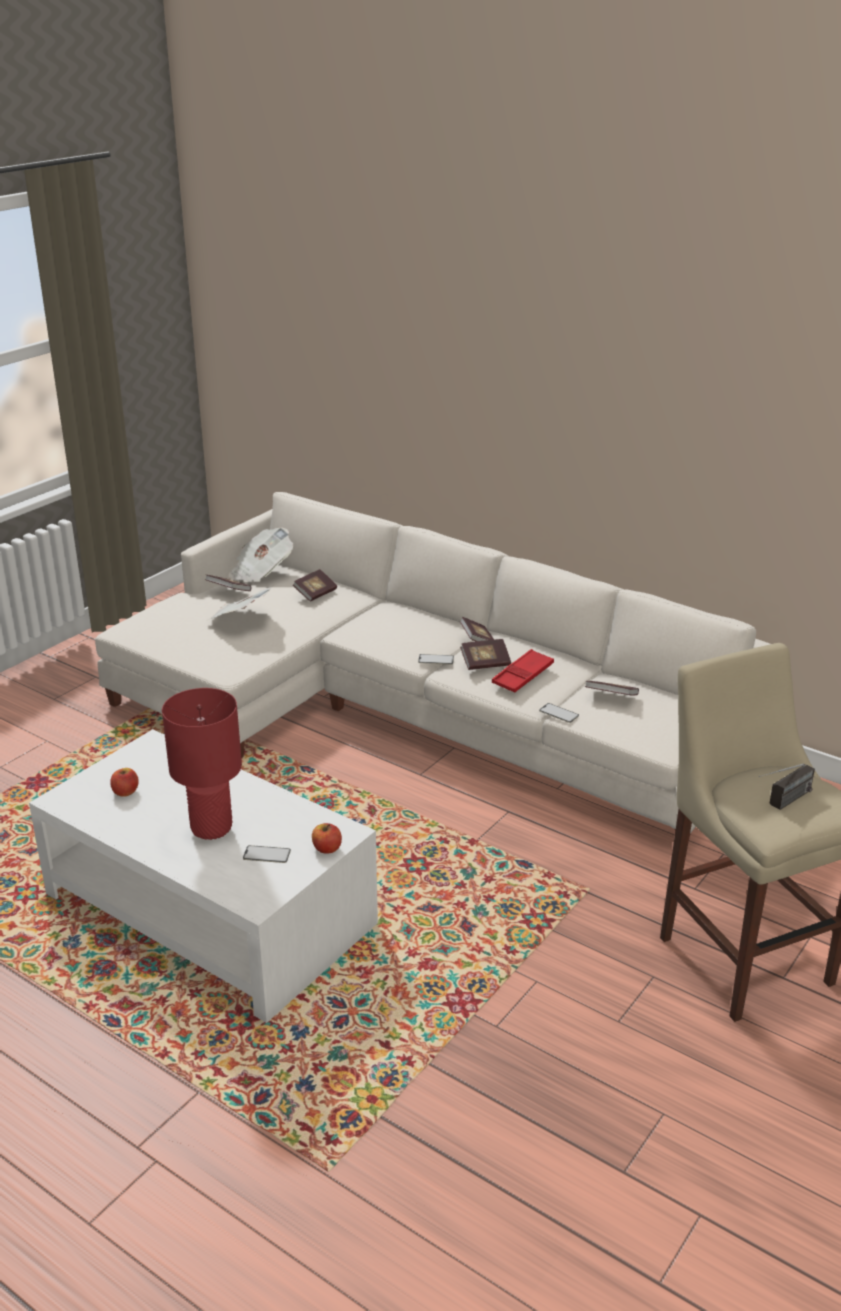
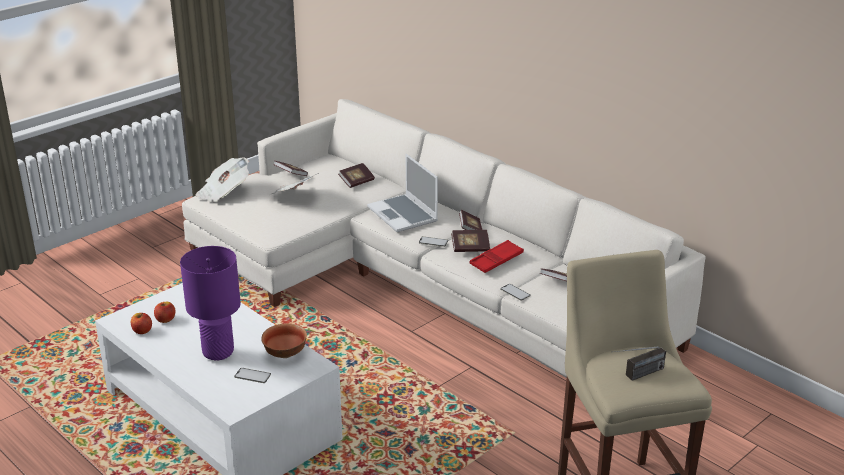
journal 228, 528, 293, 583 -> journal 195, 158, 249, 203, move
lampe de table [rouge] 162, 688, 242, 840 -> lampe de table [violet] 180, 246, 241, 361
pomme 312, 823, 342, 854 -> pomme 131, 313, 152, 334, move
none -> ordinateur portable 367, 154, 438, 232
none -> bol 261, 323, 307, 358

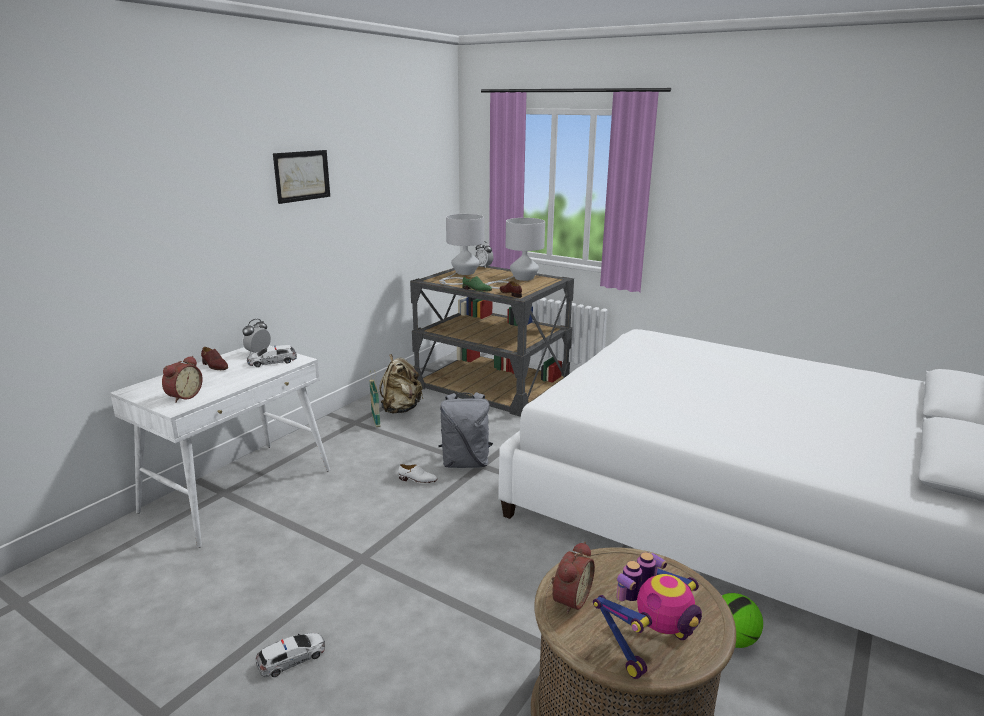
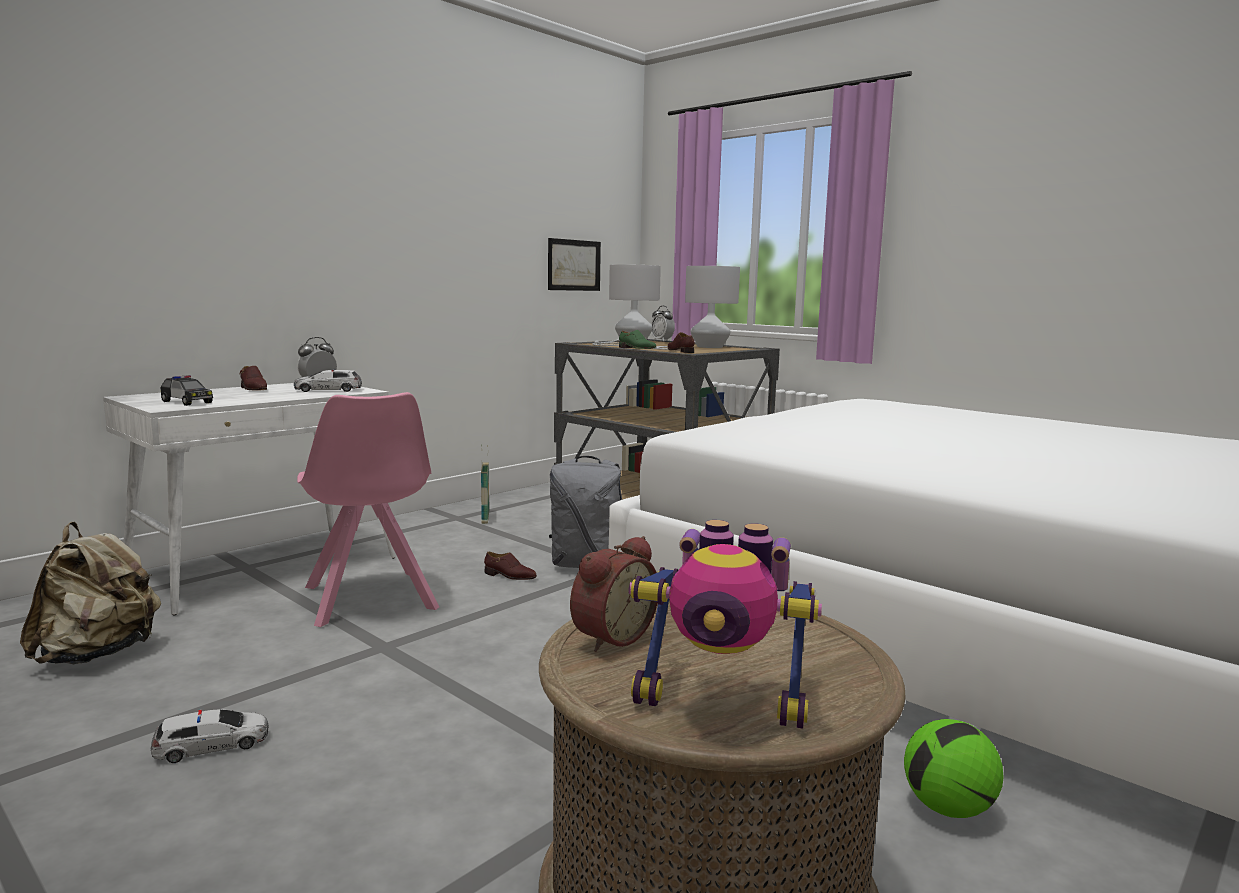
tableau 273, 150, 330, 204 -> tableau 548, 238, 601, 291, move
sac à dos [beige] 379, 354, 423, 413 -> sac à dos [beige] 20, 522, 161, 664, move
réveil 162, 356, 202, 403 -> petite voiture 160, 375, 213, 406
chaussure [blanc] 398, 464, 437, 484 -> chaussure [marron] 484, 552, 537, 580
robot jouet 593, 552, 702, 679 -> robot jouet 629, 520, 822, 729, 45 degrees clockwise
none -> chaise [rose] 297, 392, 439, 627

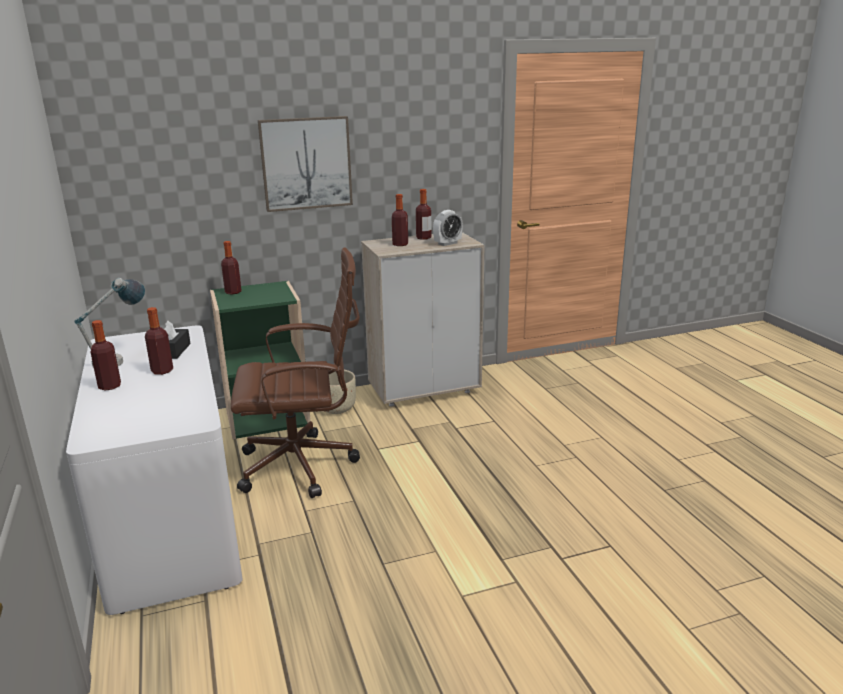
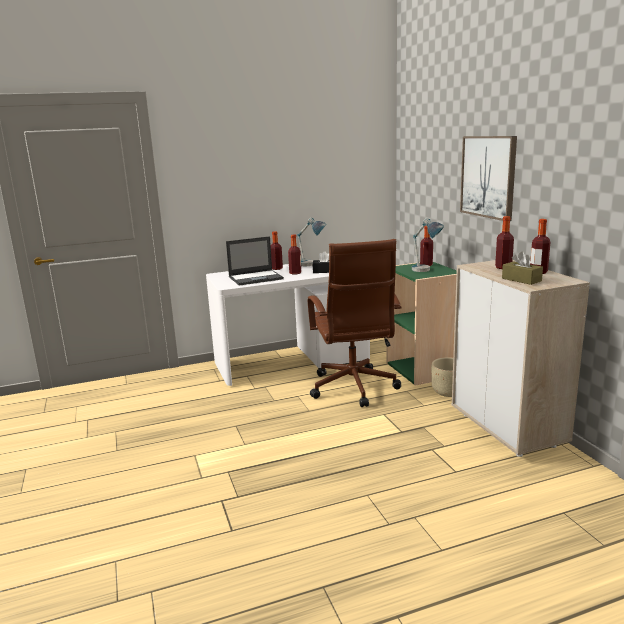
réveil 433, 210, 463, 246 -> boîte à mouchoirs [marron] 502, 252, 543, 285
none -> lampe de table 412, 218, 444, 272
none -> ordinateur portable 226, 236, 284, 286

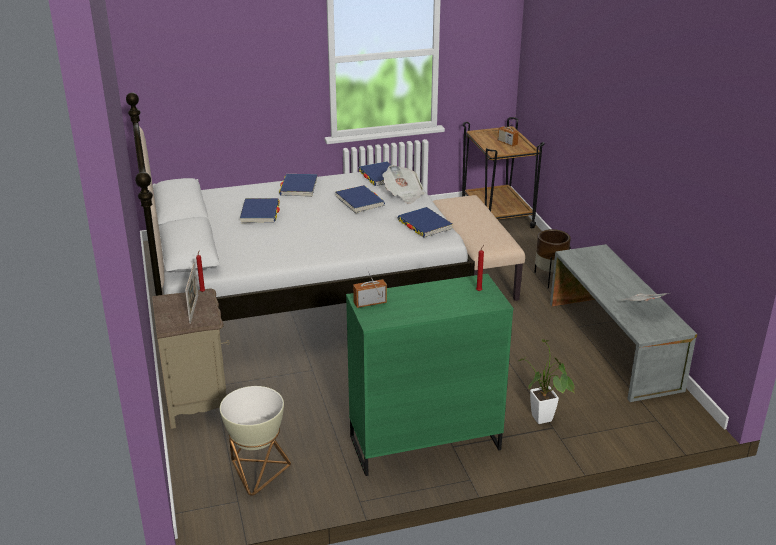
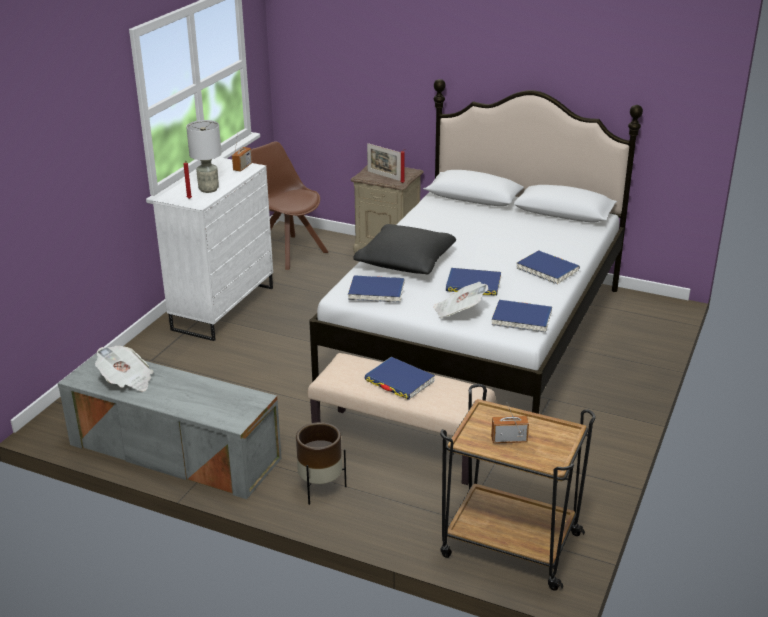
livre [bleu] 240, 198, 280, 224 -> livre [bleu] 364, 357, 435, 400, move
commode [vert] 346, 274, 513, 476 -> commode [blanc] 153, 158, 273, 341
plante en pot 518, 339, 574, 424 -> none
cache-pot 220, 386, 291, 496 -> chaise [marron] 251, 141, 328, 270
none -> lampe de table [gris] 186, 120, 222, 193
none -> coussin [noir] 353, 224, 456, 274

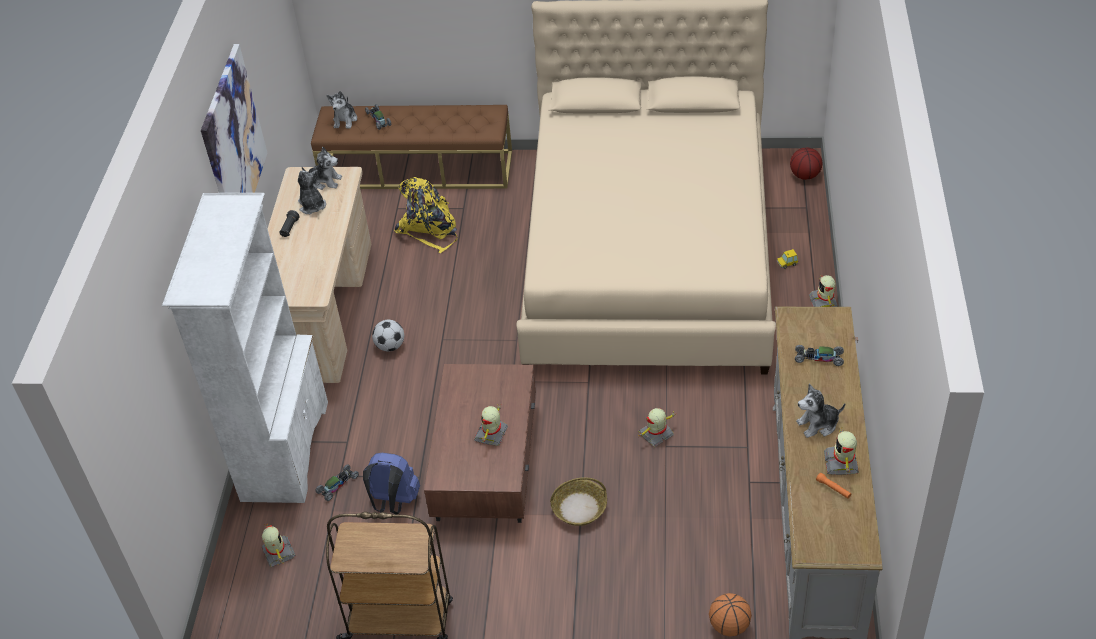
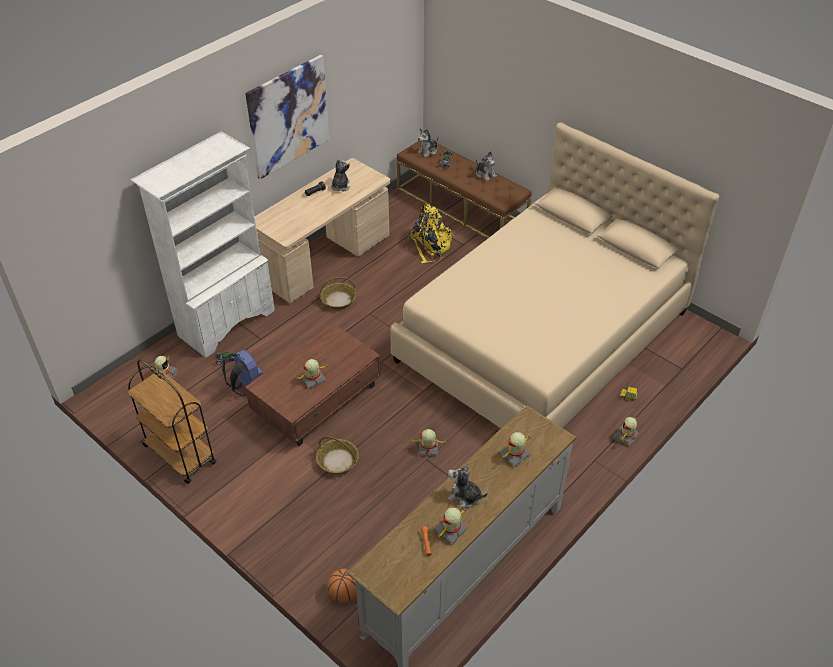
peluche 302, 147, 342, 190 -> peluche 476, 151, 497, 181, move
ballon de basket 790, 148, 822, 180 -> none
ballon de foot 372, 320, 404, 352 -> panier 320, 277, 356, 309
petite voiture 795, 345, 844, 366 -> robot jouet 498, 432, 531, 467

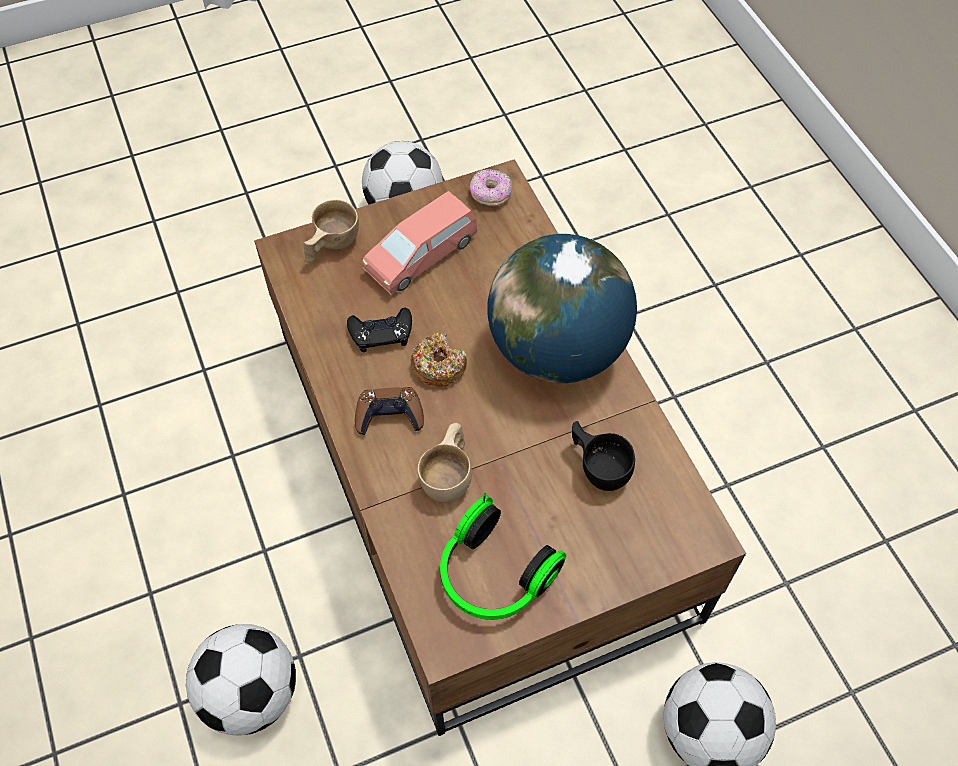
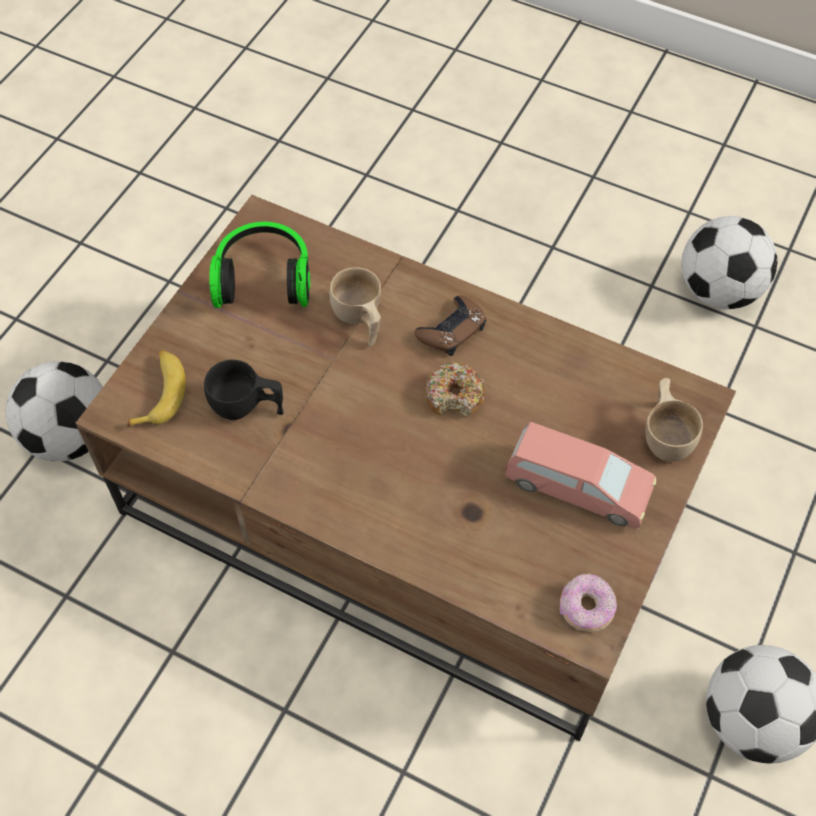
petite voiture [rose] 362, 191, 477, 295 -> petite voiture [rose] 505, 422, 657, 530, 105 degrees clockwise
globe 487, 234, 637, 383 -> none
manette [noir] 347, 307, 412, 352 -> none
ballon de foot 186, 624, 296, 736 -> ballon de foot 682, 216, 777, 309, move
none -> banane 127, 350, 186, 427

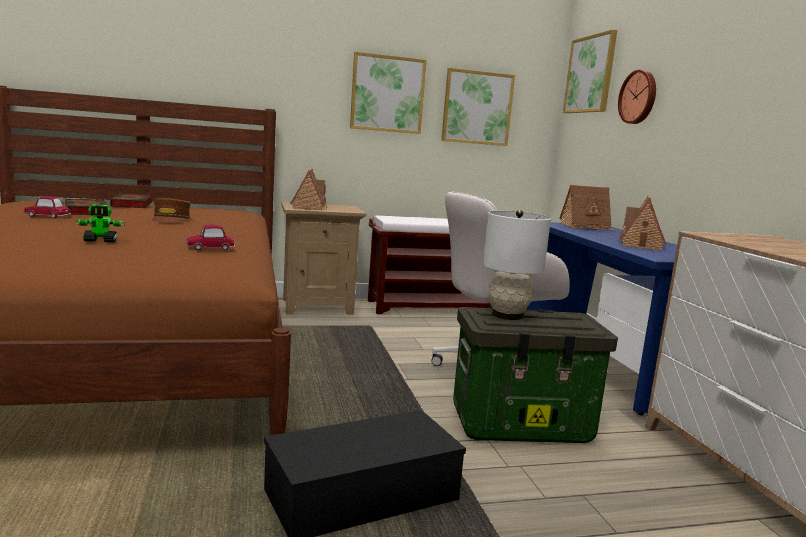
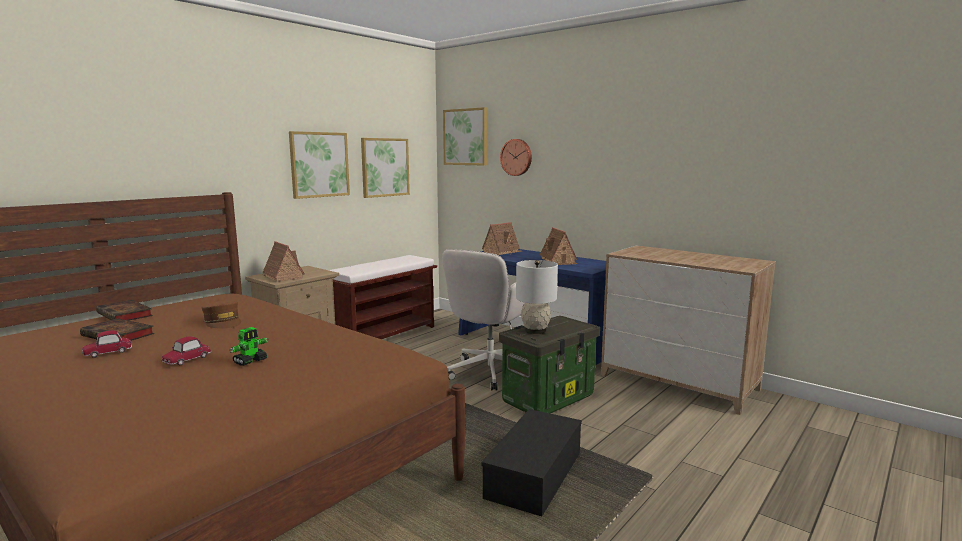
petite voiture 186, 225, 235, 250 -> petite voiture 161, 336, 211, 365, move

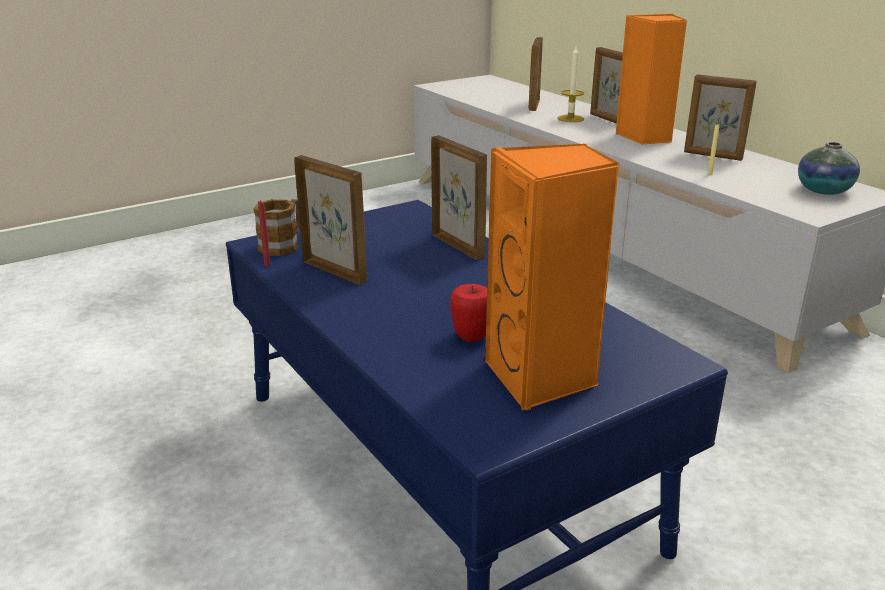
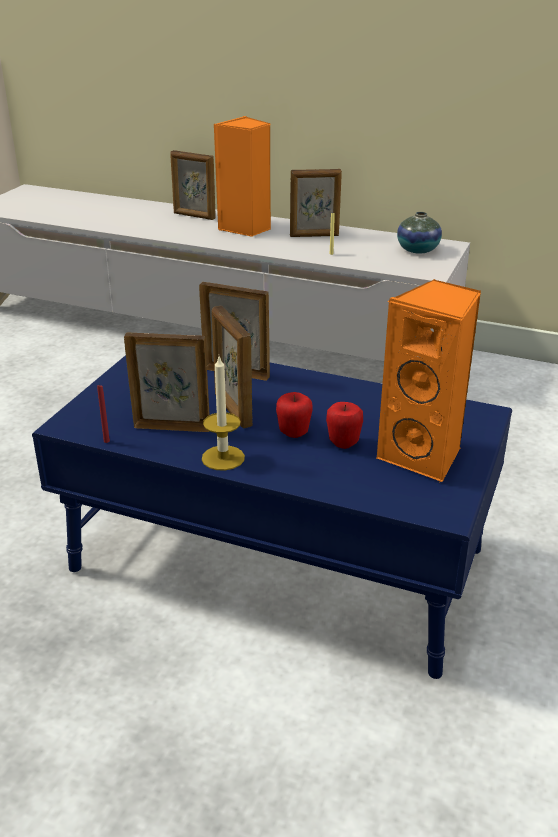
cadre photo 529, 37, 543, 111 -> cadre photo 212, 306, 252, 428, move
bougie 557, 47, 584, 122 -> bougie 202, 356, 245, 470, move
mug 253, 199, 300, 256 -> none
none -> pomme 276, 392, 313, 438

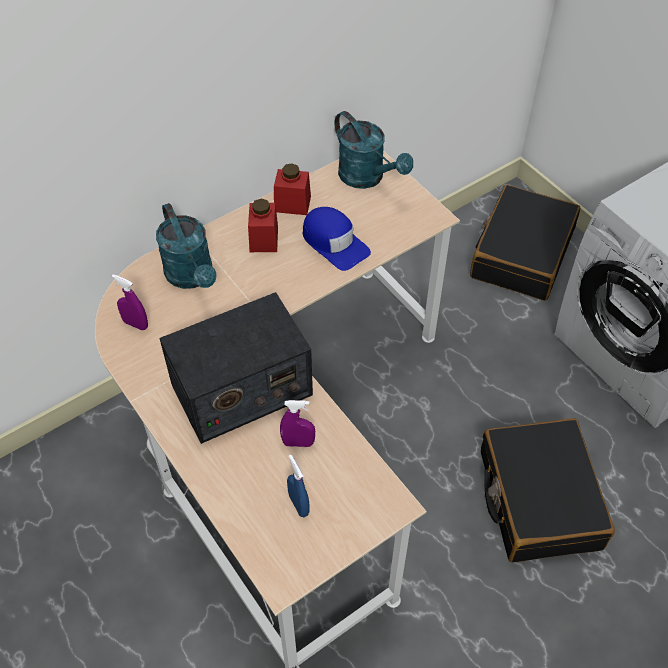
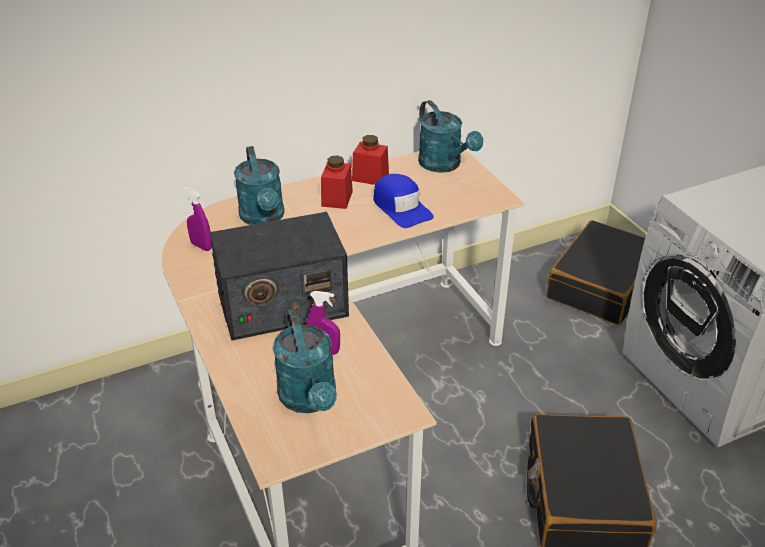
vaporisateur [bleu] 287, 455, 310, 517 -> arrosoir [turquoise] 273, 309, 337, 413

